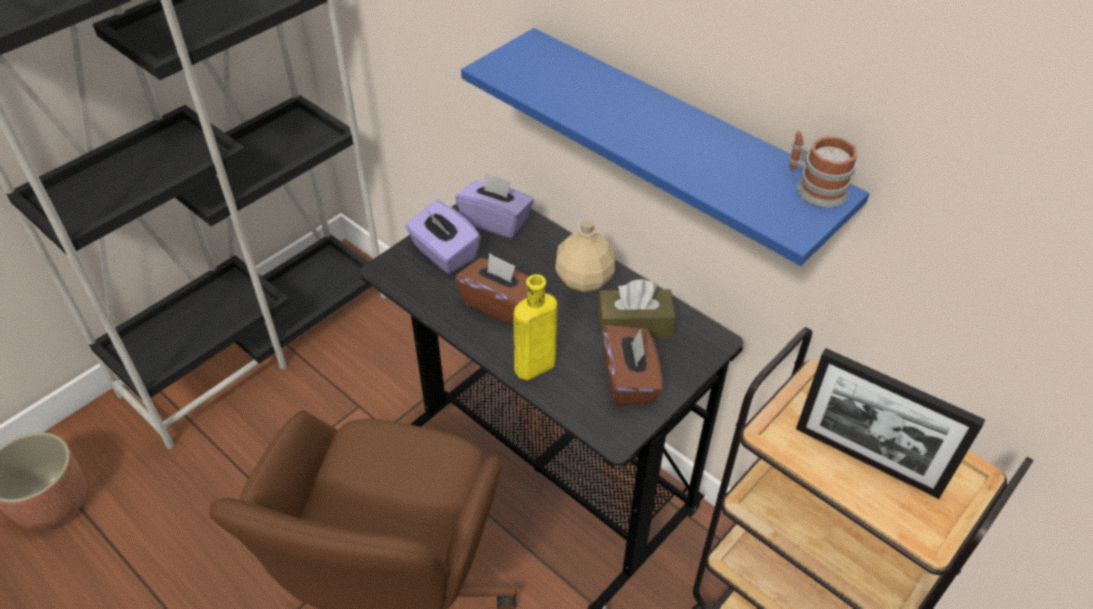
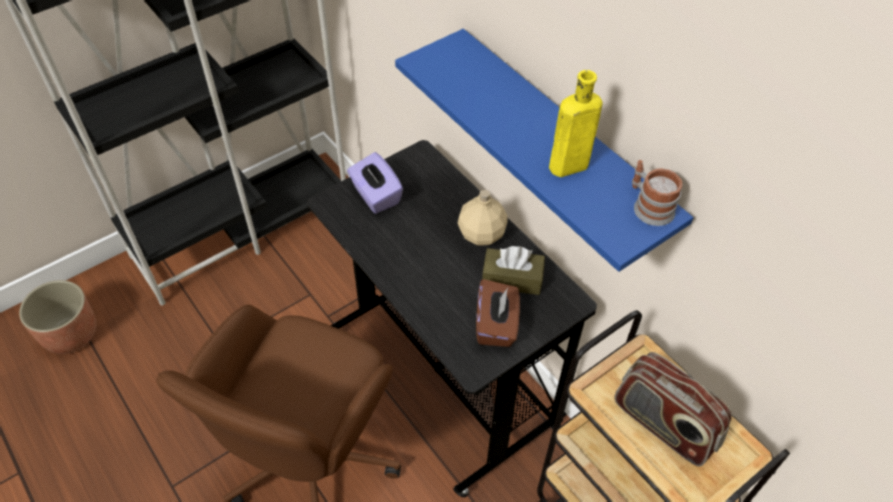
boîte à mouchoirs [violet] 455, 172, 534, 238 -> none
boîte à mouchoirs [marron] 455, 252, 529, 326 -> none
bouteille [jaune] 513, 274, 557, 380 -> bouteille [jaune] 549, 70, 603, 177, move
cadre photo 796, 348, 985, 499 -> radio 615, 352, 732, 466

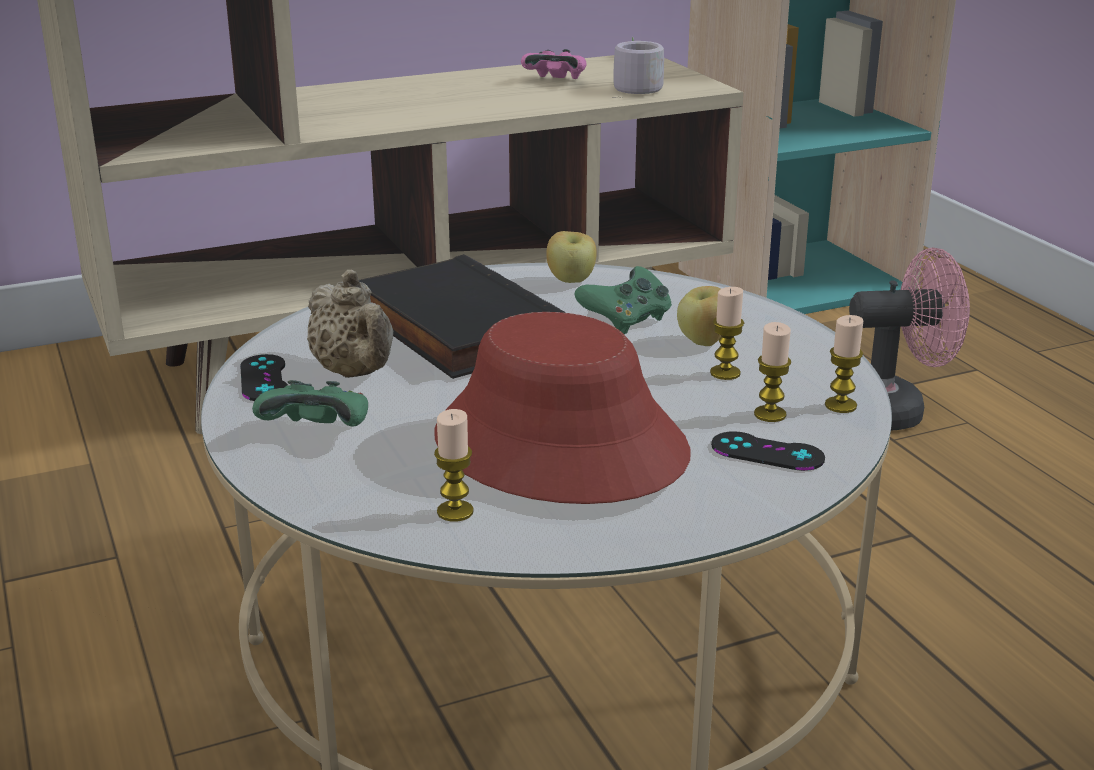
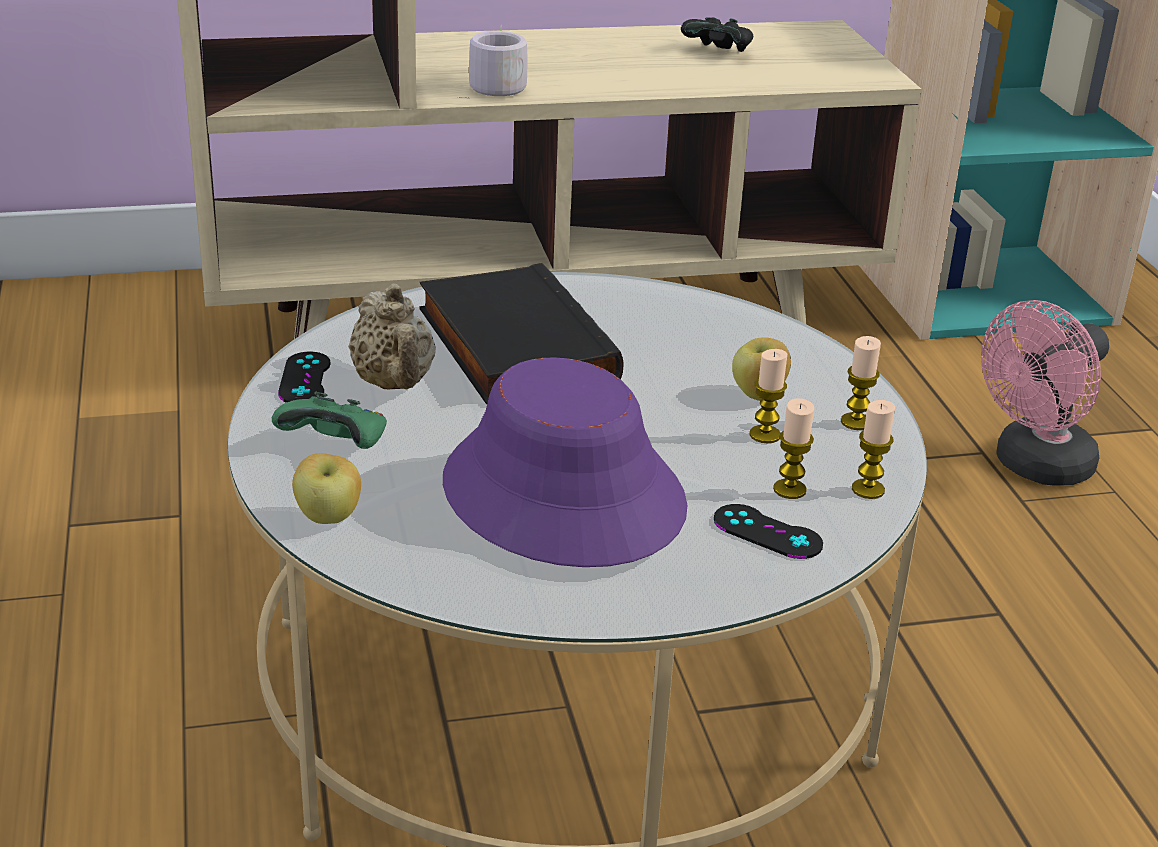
mug [gris] 612, 36, 664, 98 -> mug [gris] 458, 25, 527, 98, move
manette [rose] 521, 49, 586, 79 -> manette [noir] 681, 17, 753, 52
pomme 546, 231, 597, 283 -> pomme 292, 453, 361, 524, move
ventilateur [rose] 849, 248, 970, 431 -> ventilateur [rose] 981, 300, 1109, 485, 135 degrees clockwise
manette [vert] 575, 266, 672, 334 -> none
chapeau [rouge] 435, 312, 691, 504 -> chapeau [violet] 443, 357, 688, 567
bougie 434, 409, 474, 522 -> bougie 841, 336, 881, 430, move

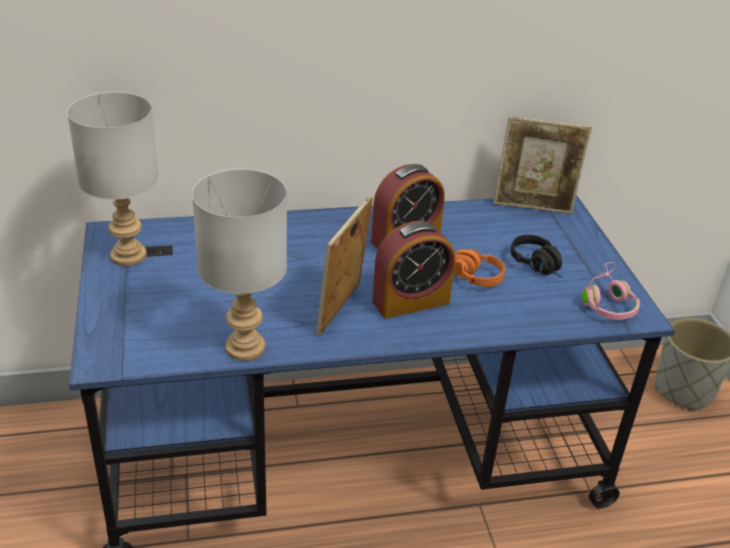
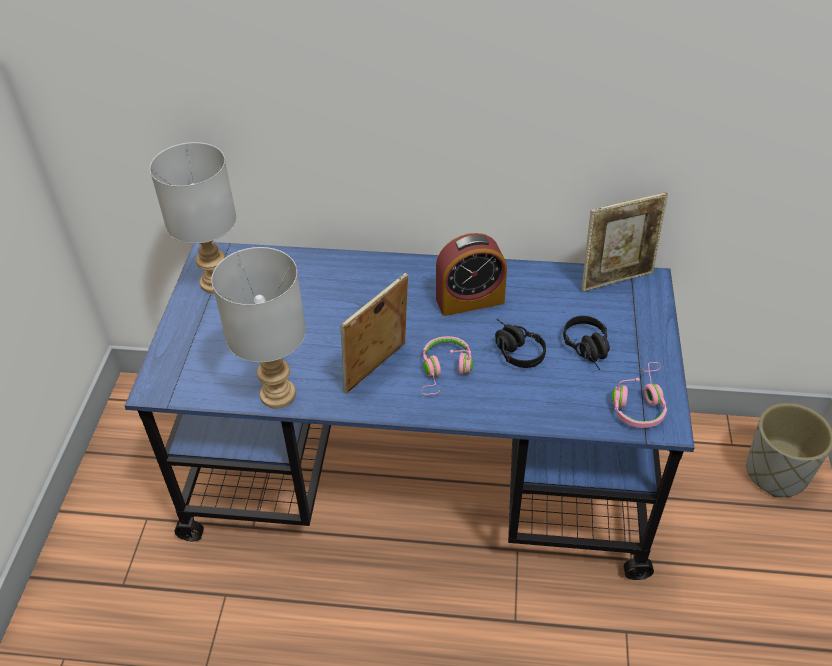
cadre photo 494, 116, 592, 214 -> cadre photo 581, 192, 668, 292, 45 degrees counterclockwise
réveil 372, 221, 455, 319 -> casque audio [rose] 421, 336, 473, 395
casque audio [orange] 454, 249, 505, 287 -> casque audio [noir] 495, 319, 546, 368

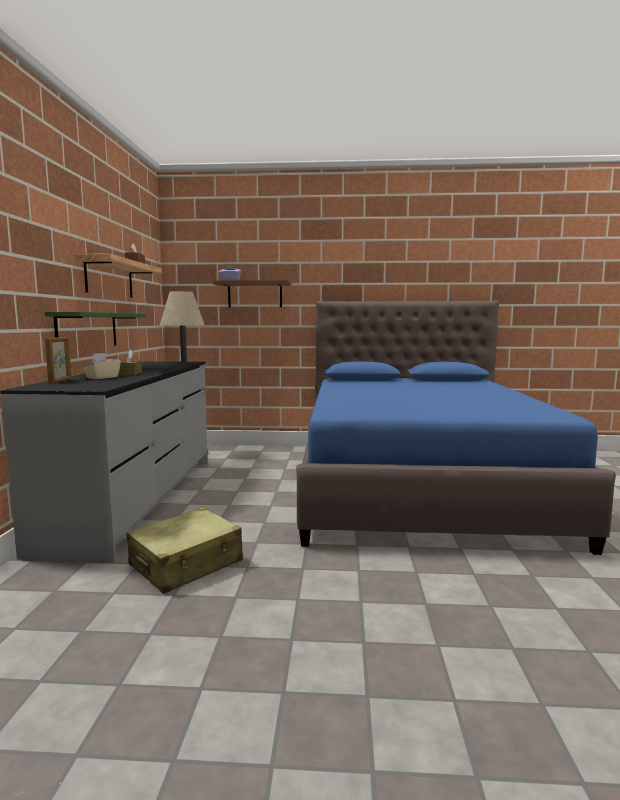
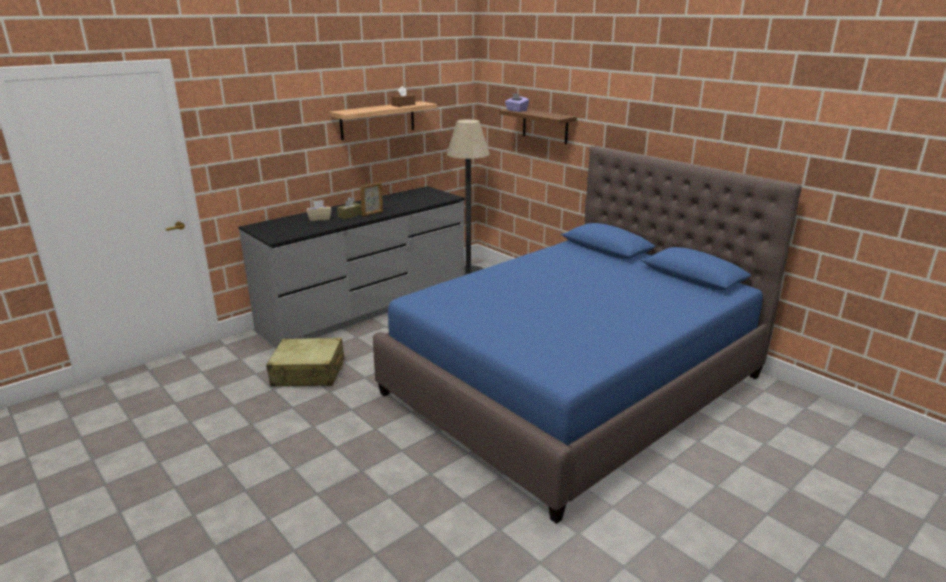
étagère [vert] 45, 312, 146, 346 -> none
cadre photo 45, 337, 72, 384 -> cadre photo 360, 182, 383, 216, move

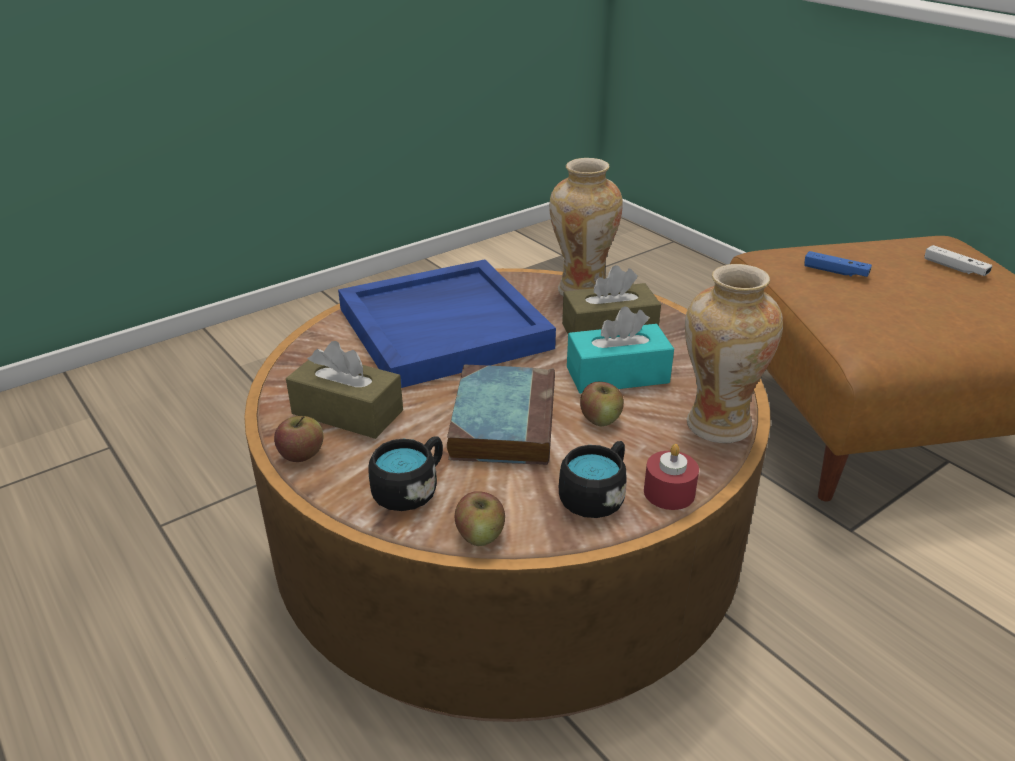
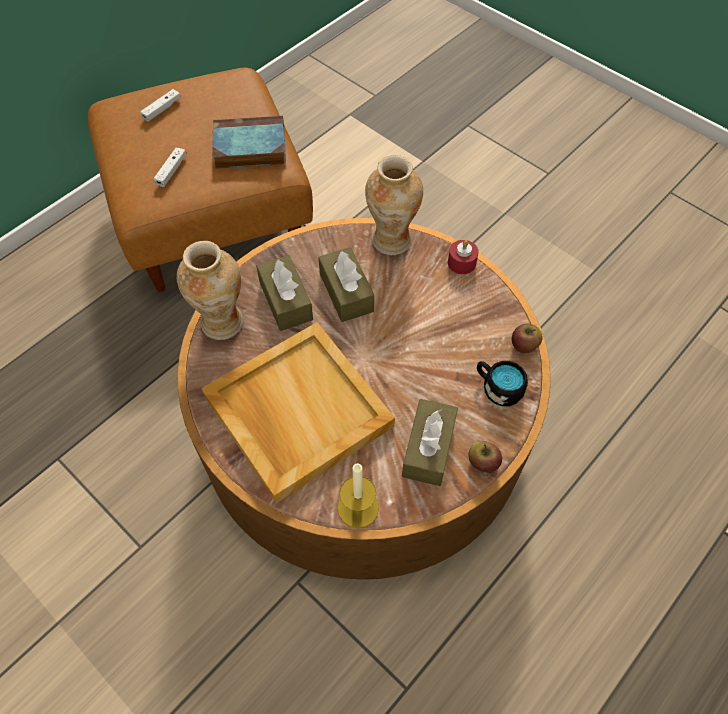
manette [bleu] 804, 251, 872, 277 -> manette [blanc] 153, 147, 187, 187
plateau [bleu] 338, 259, 556, 388 -> plateau [beige] 201, 322, 395, 503
boîte à mouchoirs [turquoise] 567, 306, 674, 393 -> boîte à mouchoirs [marron] 318, 247, 374, 322
livre 447, 365, 555, 465 -> livre 212, 116, 286, 168, move
pomme 580, 382, 624, 427 -> none
mug [noir] 559, 441, 626, 518 -> none
none -> bougie 337, 463, 379, 528

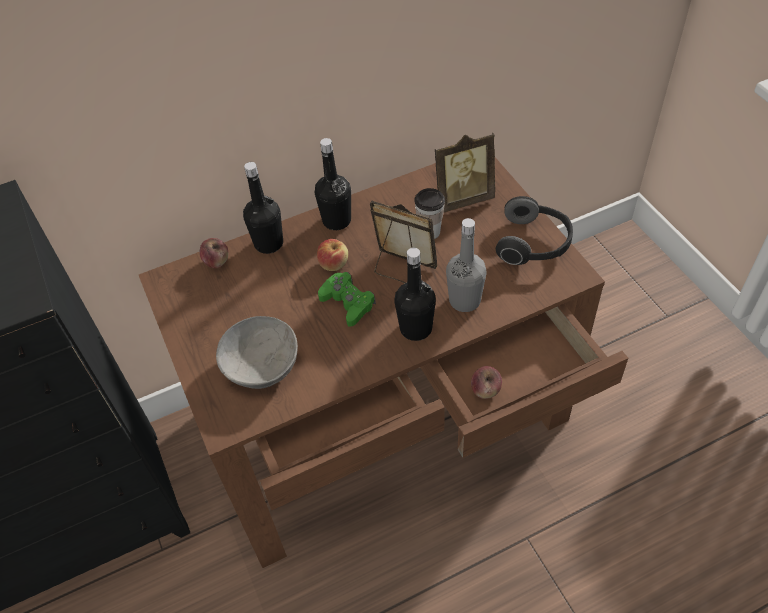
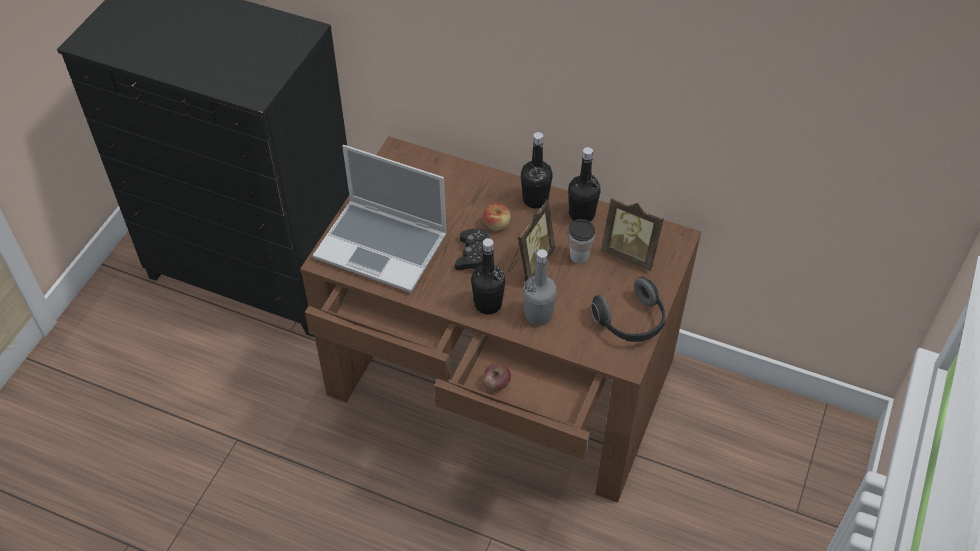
bouteille [noir] 243, 162, 283, 254 -> bouteille [noir] 568, 147, 601, 222, move
cadre photo 370, 201, 437, 283 -> cadre photo 508, 199, 555, 282, 45 degrees clockwise
pomme 200, 238, 229, 268 -> none
manette [vert] 318, 272, 376, 327 -> manette [noir] 455, 228, 490, 270
bol [gris] 216, 316, 298, 389 -> ordinateur portable 313, 145, 447, 293

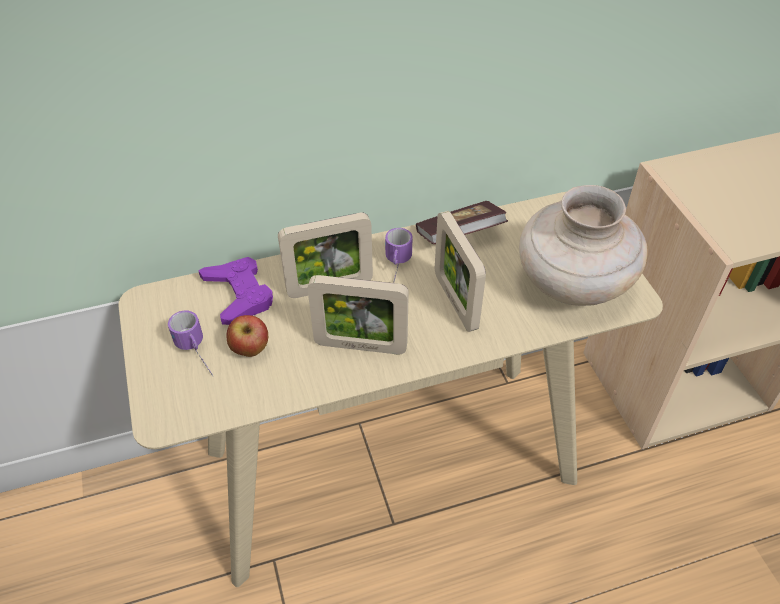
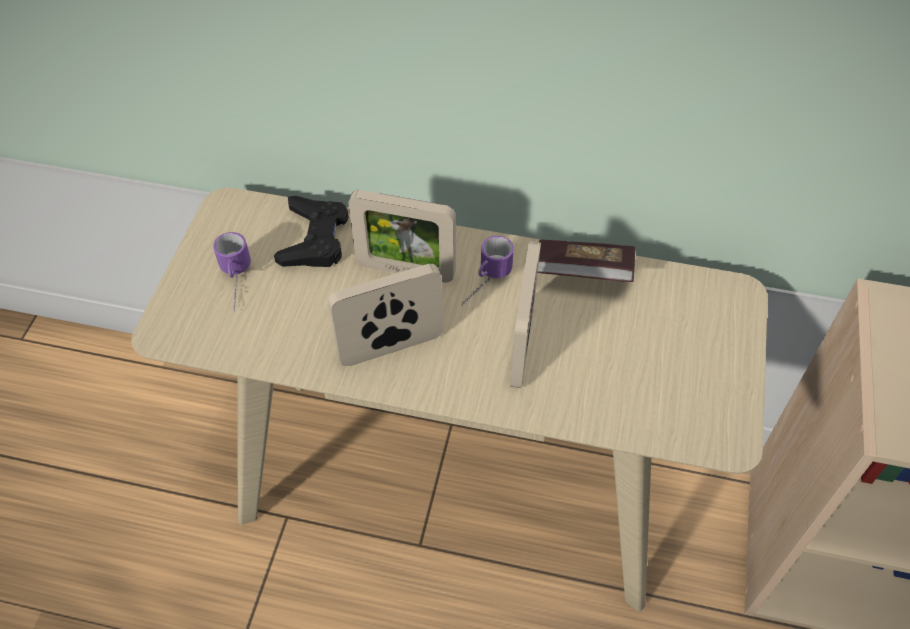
vase [beige] 519, 185, 648, 306 -> none
manette [violet] 198, 257, 273, 325 -> manette [noir] 274, 196, 349, 267
cadre photo 308, 275, 409, 354 -> cadre photo 328, 264, 443, 366, 120 degrees clockwise
pomme 226, 315, 268, 357 -> none

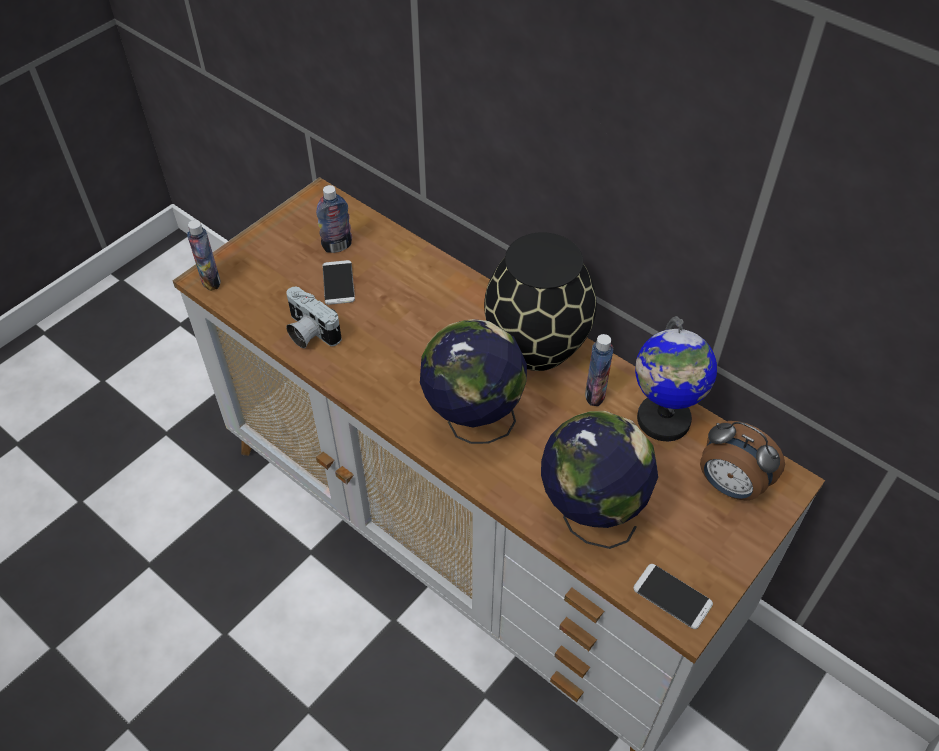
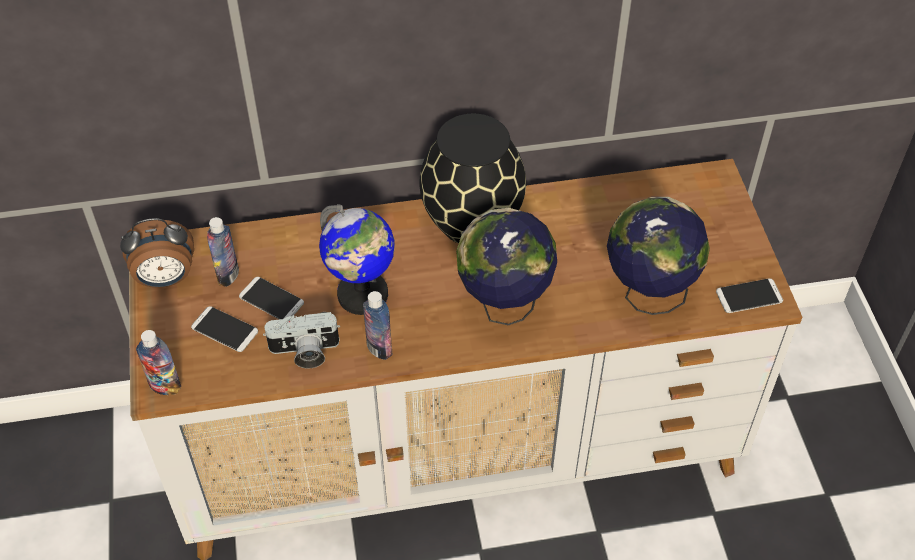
globe 635, 316, 717, 441 -> globe 319, 204, 395, 315, move
bouteille 585, 334, 613, 406 -> bouteille 363, 291, 392, 360, move
réveil 700, 421, 785, 501 -> réveil 120, 218, 194, 288, move
none -> téléphone 191, 306, 258, 352

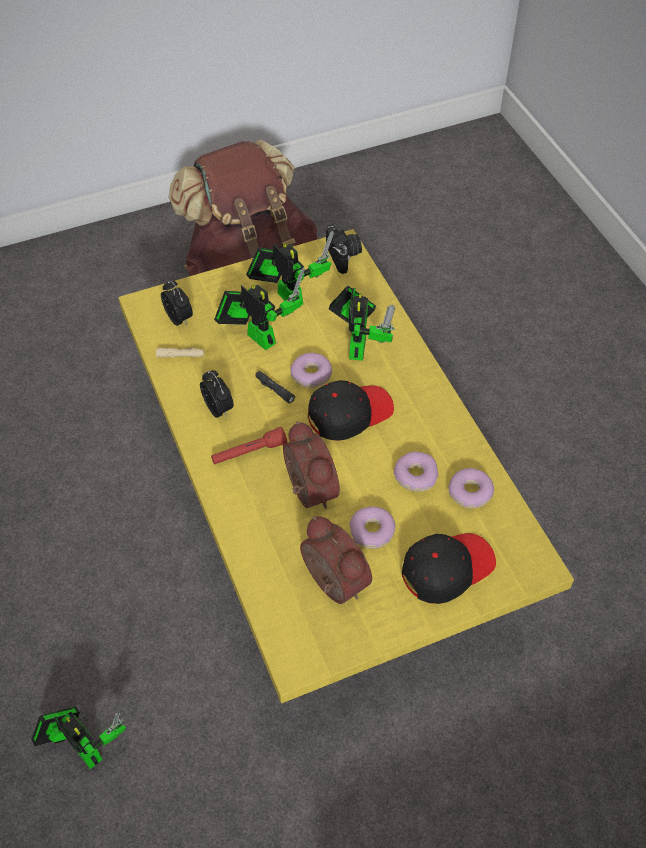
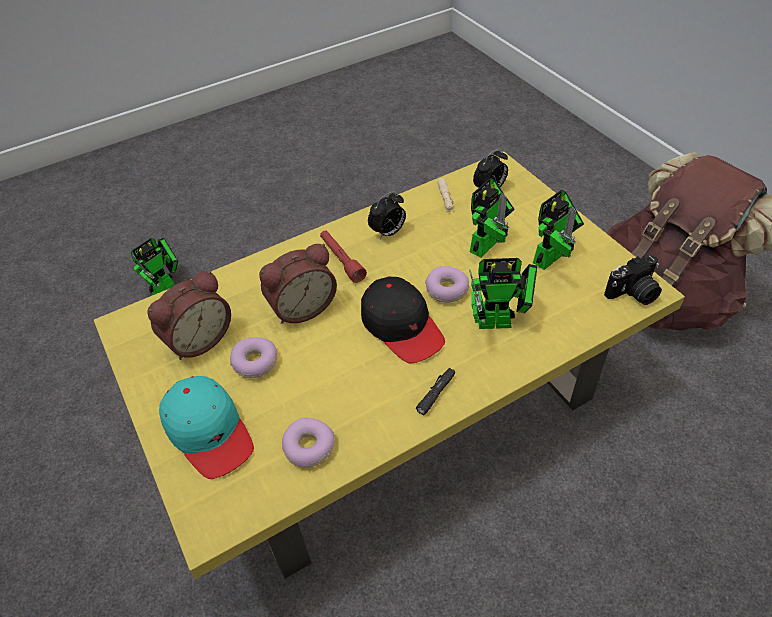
lampe de poche [noir] 255, 371, 295, 404 -> lampe de poche [noir] 416, 368, 455, 415, move
beignet 394, 452, 438, 492 -> none
casquette [noir] 402, 533, 496, 604 -> casquette [turquoise] 159, 376, 254, 479

